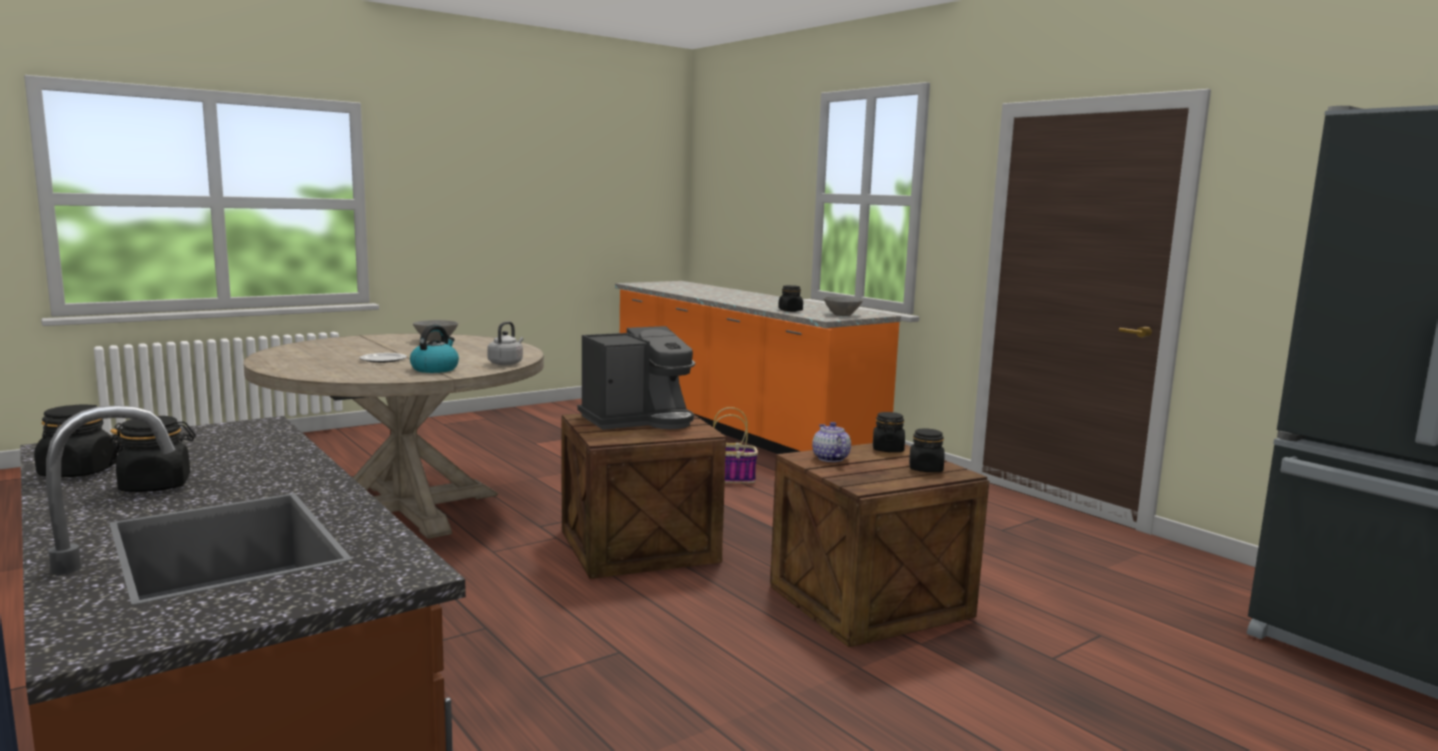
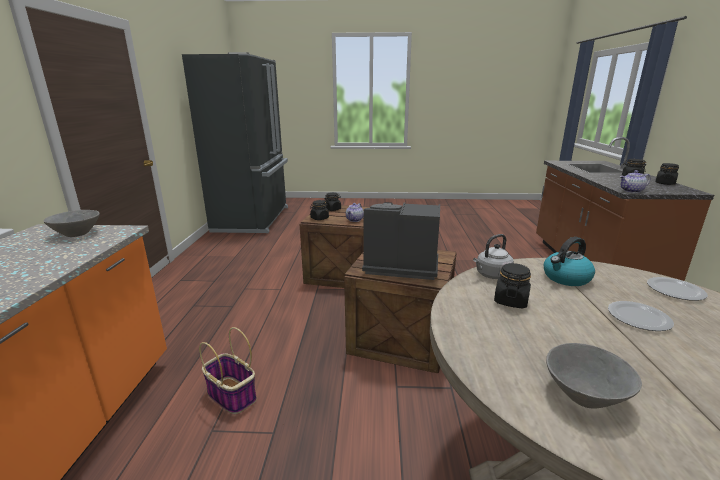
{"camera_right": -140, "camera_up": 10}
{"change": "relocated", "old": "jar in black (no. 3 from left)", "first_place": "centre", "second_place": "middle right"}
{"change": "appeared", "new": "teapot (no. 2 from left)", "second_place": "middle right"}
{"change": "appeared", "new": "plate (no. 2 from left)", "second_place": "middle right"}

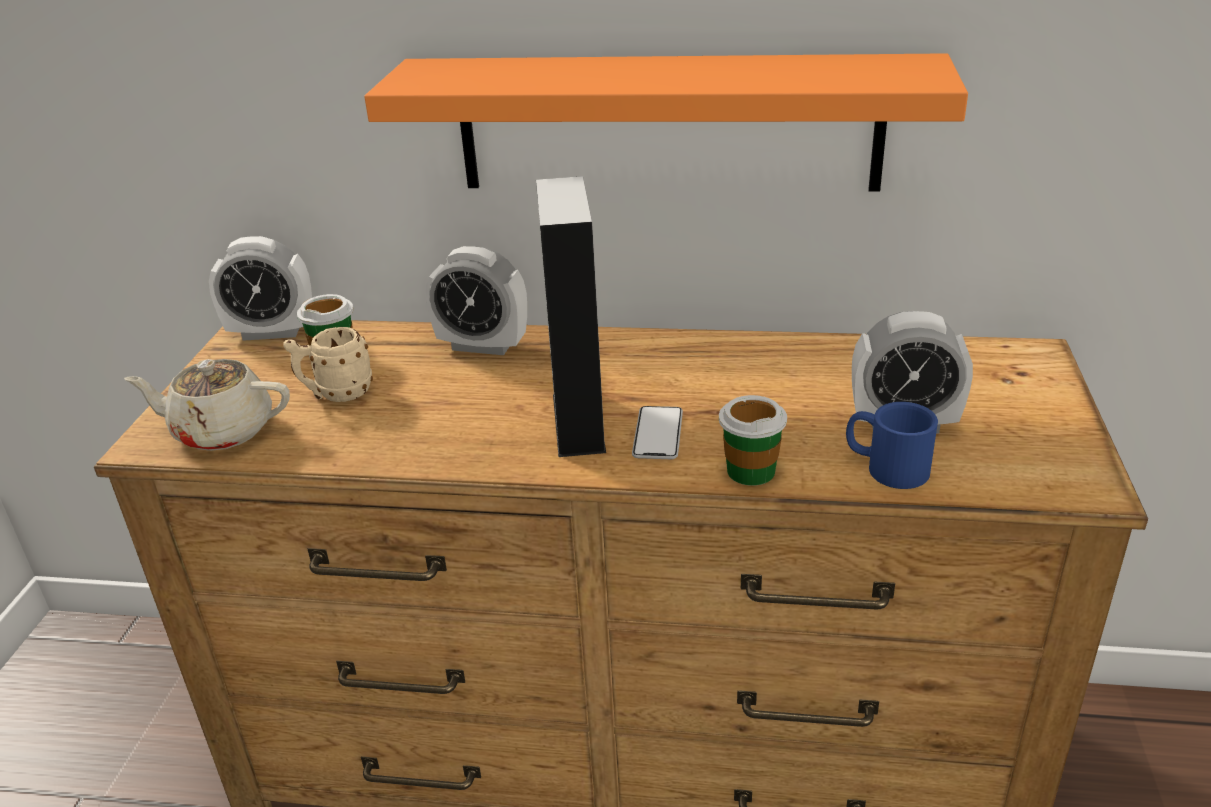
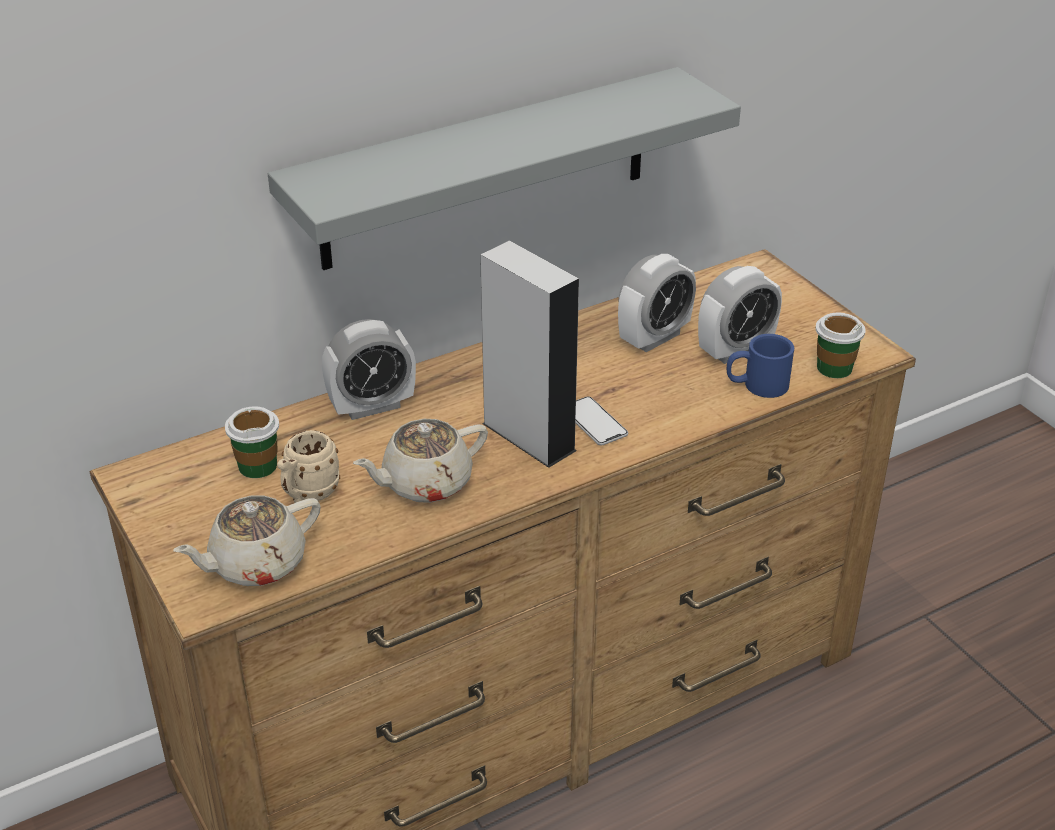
{"camera_right": -40, "camera_up": 5}
{"change": "relocated", "old": "alarm clock (no. 1 from left in the first image)", "new": "alarm clock (no. 2 from left)", "first_place": "middle left", "second_place": "centre"}
{"change": "colour", "old": "shelf in orange", "new": "shelf in grey", "first_place": "top centre", "second_place": "top centre"}
{"change": "relocated", "old": "cup (no. 2 from left)", "first_place": "centre", "second_place": "middle right"}
{"change": "appeared", "new": "teapot in beige (no. 2 from left)", "second_place": "centre"}

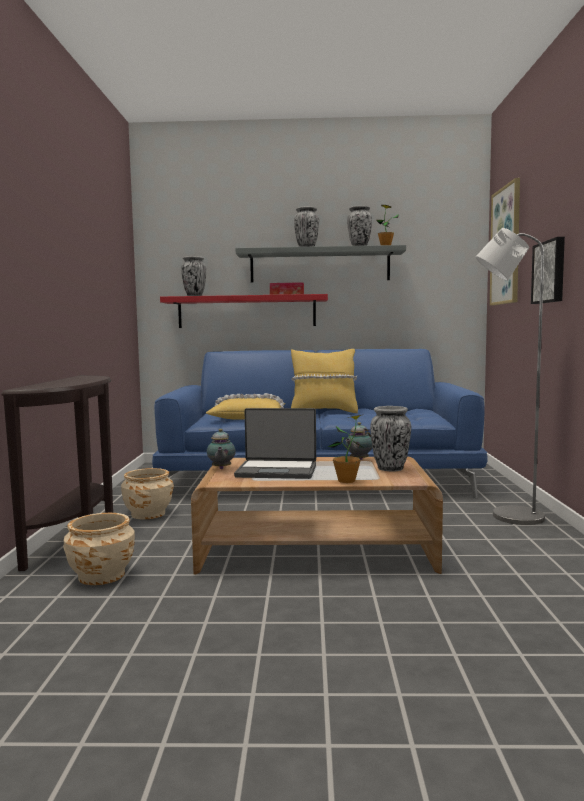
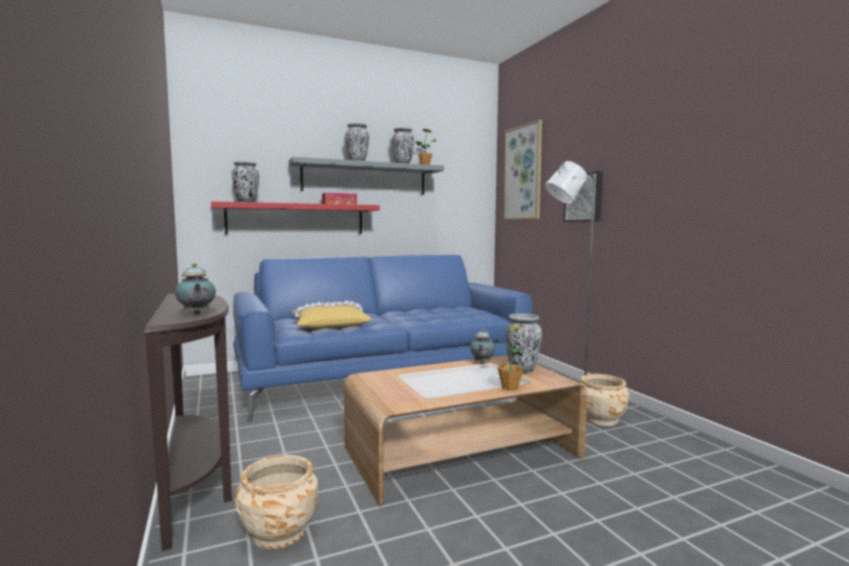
{"camera_right": -25, "camera_up": 0}
{"change": "relocated", "old": "planter in beige (no. 2 from left)", "first_place": "middle left", "second_place": "bottom right"}
{"change": "relocated", "old": "teapot (no. 1 from left)", "first_place": "centre", "second_place": "middle left"}
{"change": "missing", "old": "laptop", "first_place": "centre"}
{"change": "missing", "old": "pillow in yellow (no. 2 from left)", "first_place": "centre"}

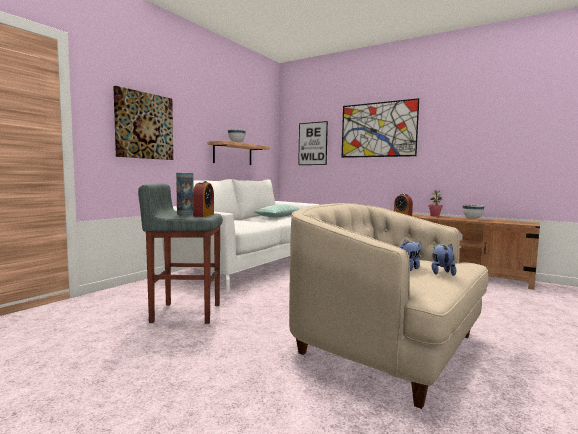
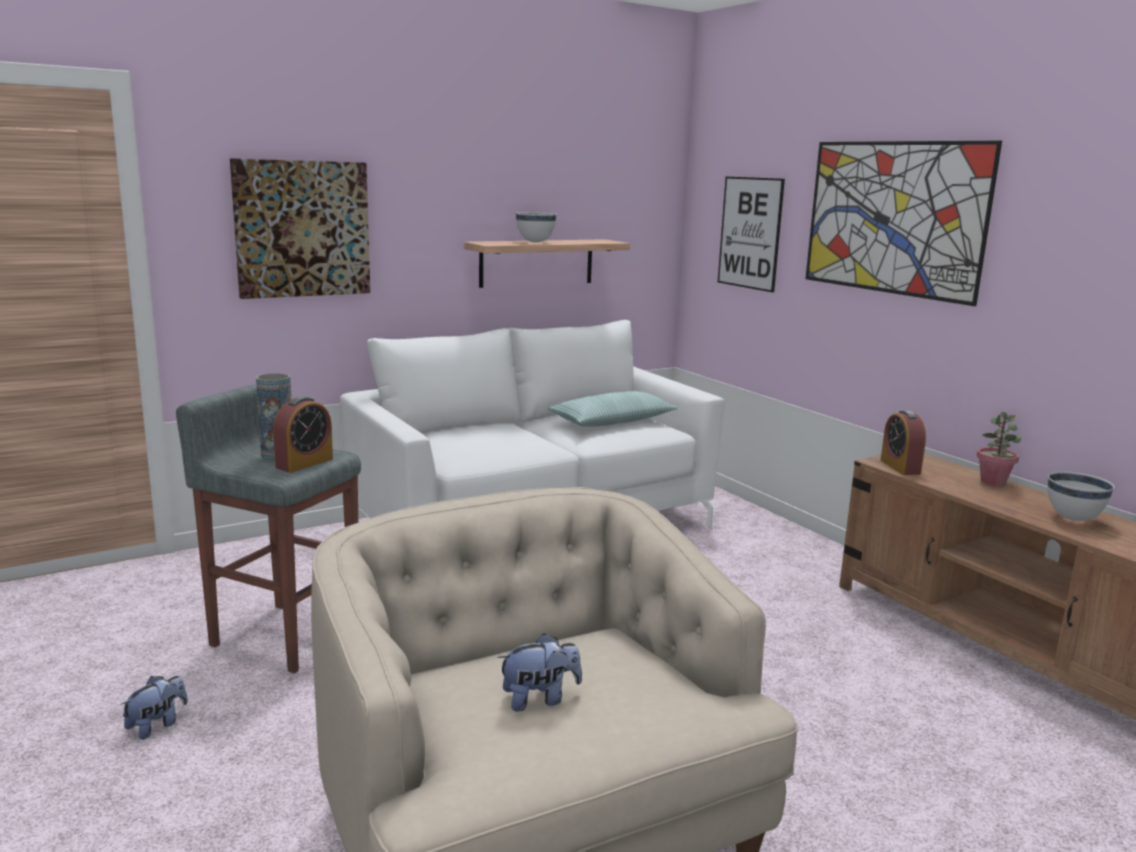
{"camera_right": 25, "camera_up": 10}
{"change": "relocated", "old": "plush toy (no. 2 from left in the first image)", "new": "plush toy (no. 1 from left)", "first_place": "middle right", "second_place": "bottom left"}

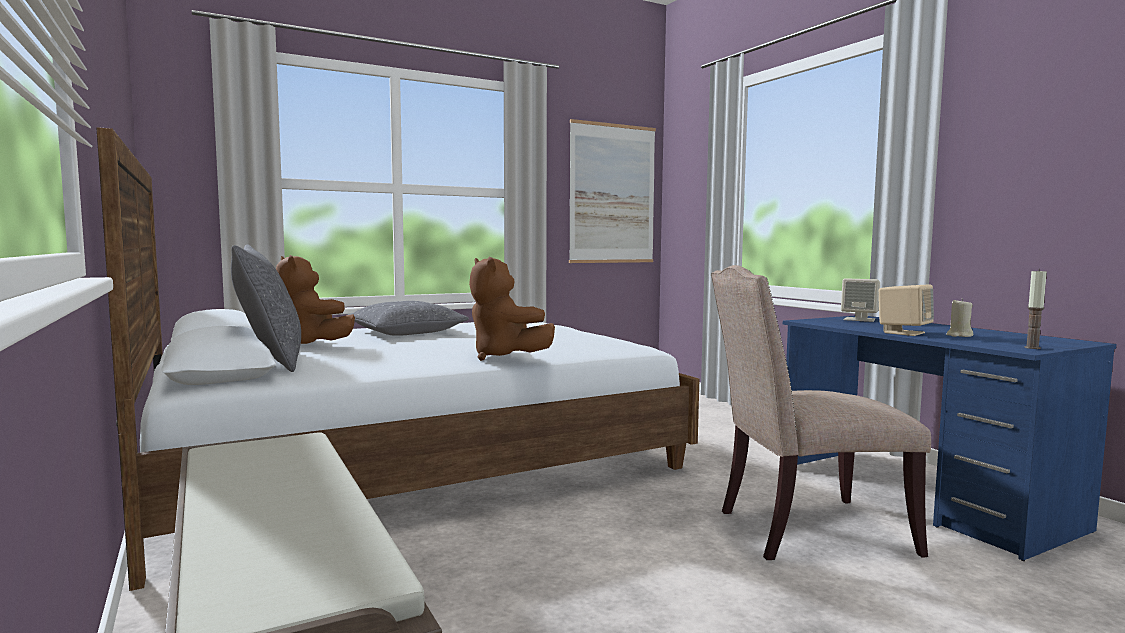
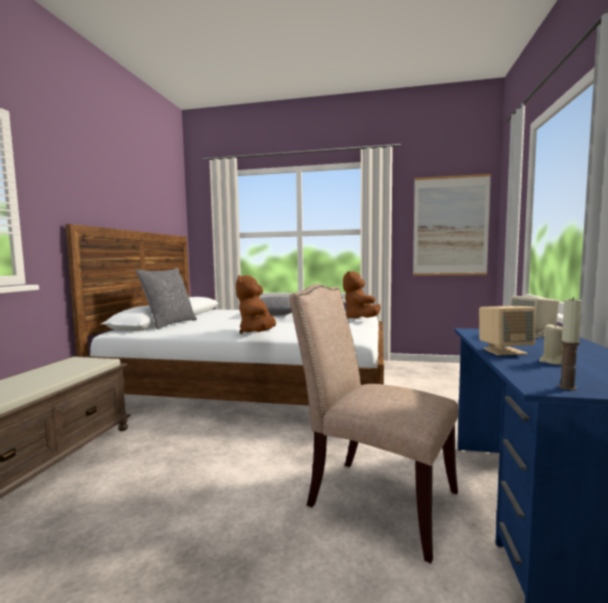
{"camera_right": 40, "camera_up": 0}
{"change": "relocated", "old": "plush toy in brown (no. 1 from left in the first image)", "new": "plush toy in brown (no. 2 from left)", "first_place": "middle left", "second_place": "centre"}

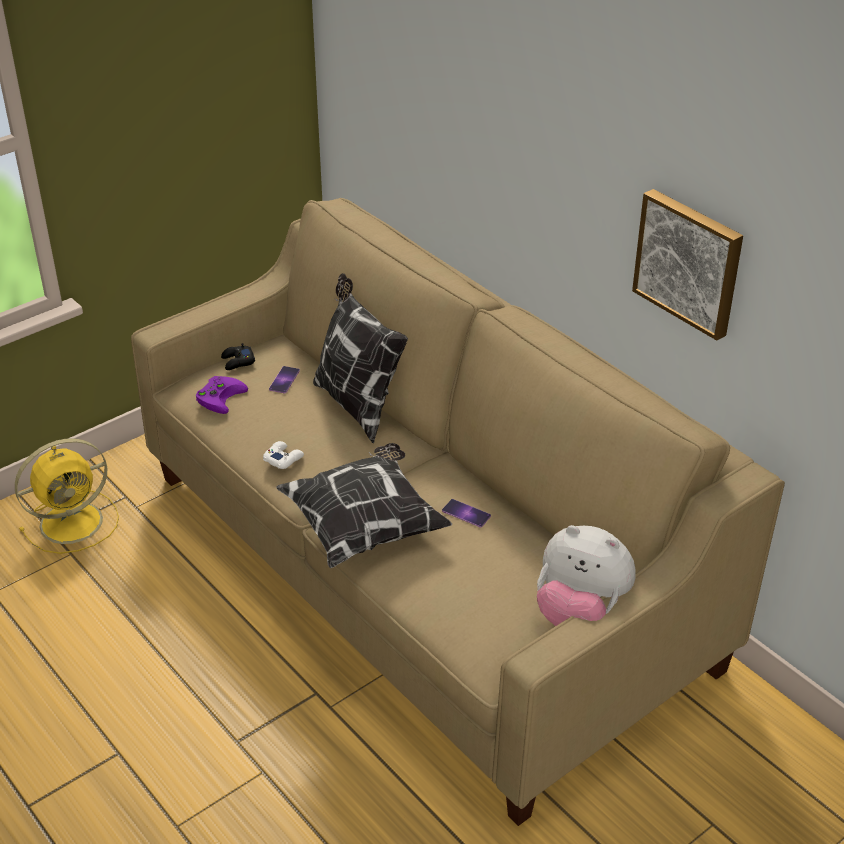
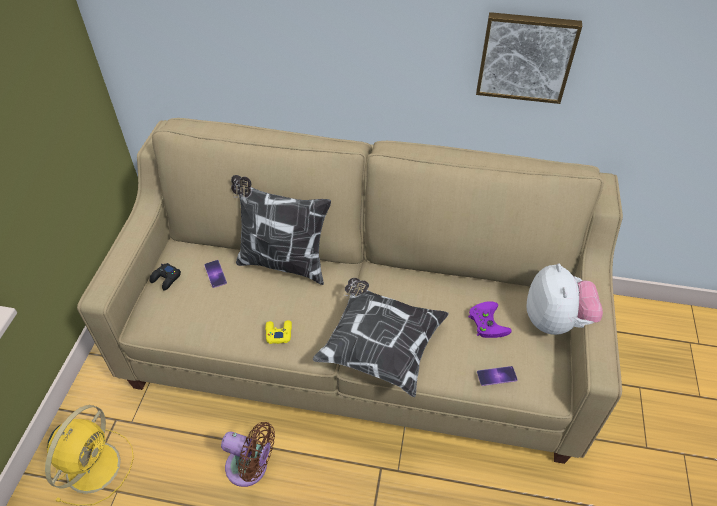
{"camera_right": -40, "camera_up": 10}
{"change": "relocated", "old": "game controller in purple", "first_place": "middle left", "second_place": "middle right"}
{"change": "colour", "old": "game controller in white", "new": "game controller in yellow", "first_place": "centre", "second_place": "centre"}
{"change": "relocated", "old": "phone (no. 2 from left)", "first_place": "centre", "second_place": "bottom right"}
{"change": "spun", "old": "plush toy", "first_place": "bottom right", "second_place": "middle right", "degrees": -75}
{"change": "appeared", "new": "fan in brown", "second_place": "bottom centre"}

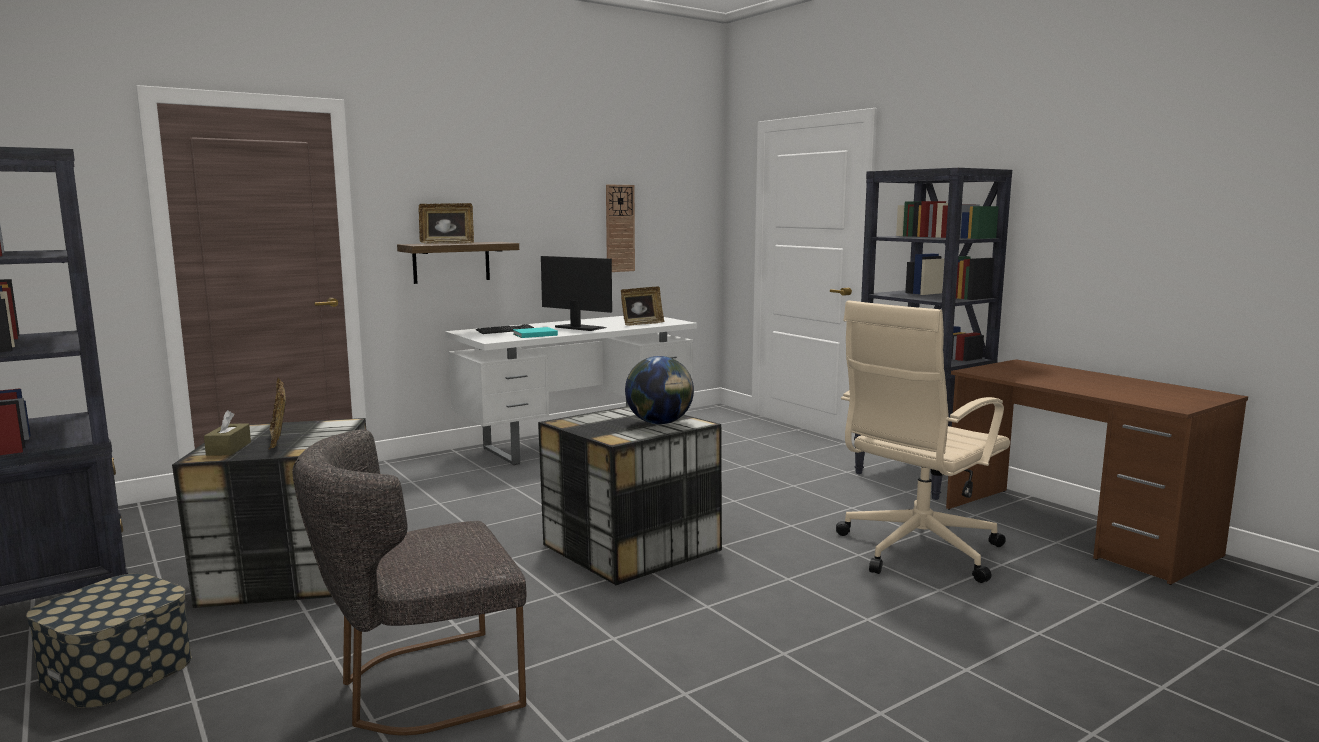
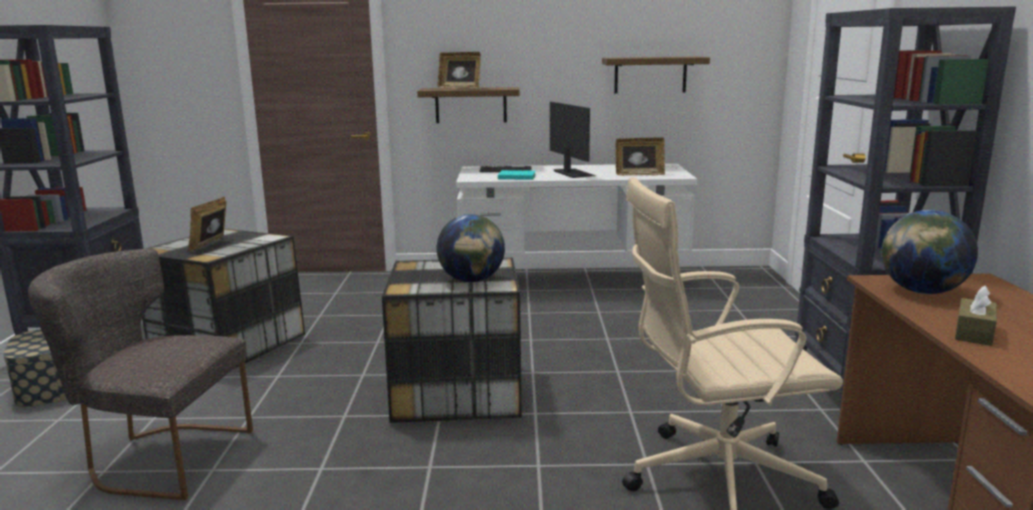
{"camera_right": 35, "camera_up": 5}
{"change": "relocated", "old": "tissue box in brown", "first_place": "middle left", "second_place": "middle right"}
{"change": "exchanged", "old": "wall clock", "new": "shelf (no. 2 from left)", "first_place": "top centre", "second_place": "top centre"}
{"change": "appeared", "new": "globe (no. 2 from left)", "second_place": "middle right"}

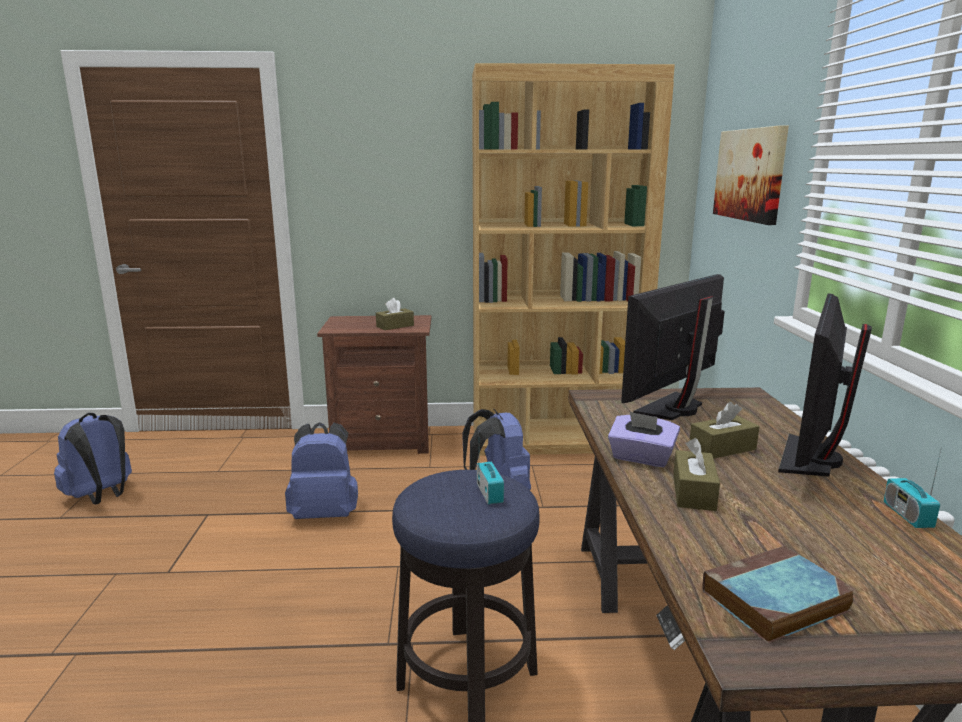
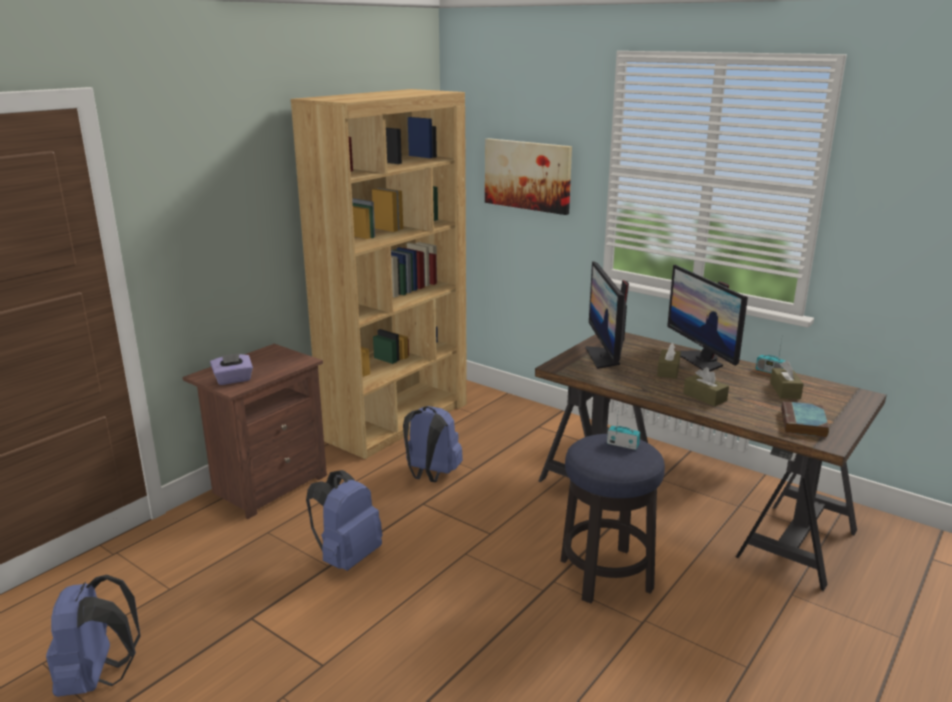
{"camera_right": -50, "camera_up": 5}
{"change": "relocated", "old": "tissue box in brown (no. 1 from left in the first image)", "new": "tissue box in brown (no. 3 from left)", "first_place": "centre", "second_place": "middle right"}
{"change": "relocated", "old": "tissue box in purple", "first_place": "middle right", "second_place": "middle left"}

